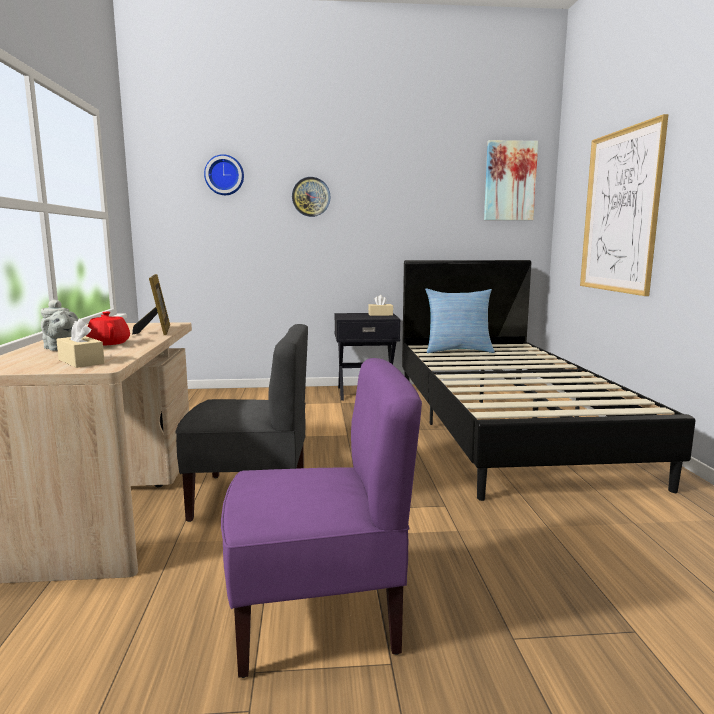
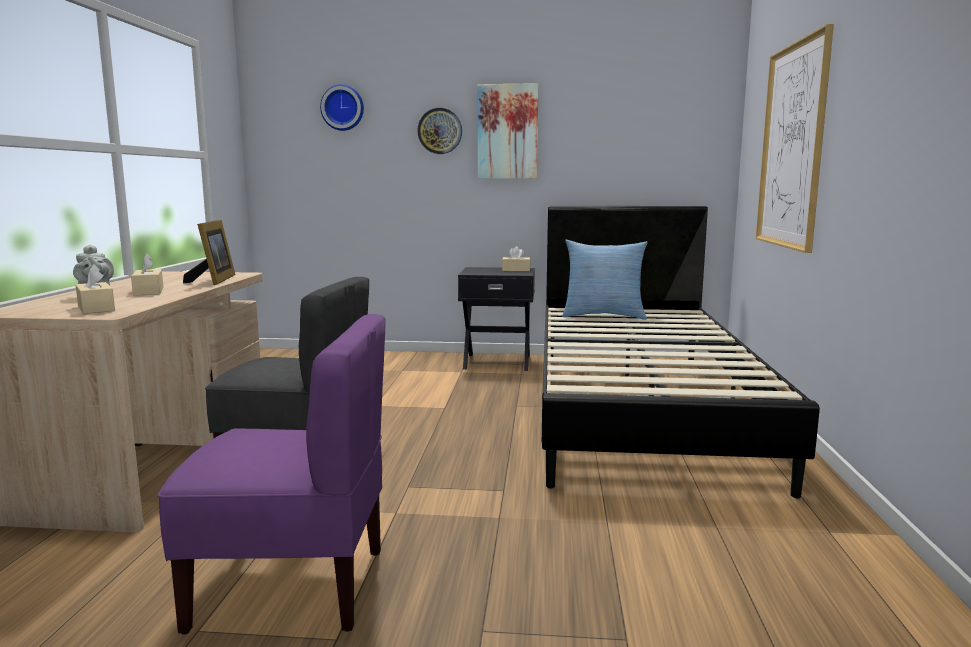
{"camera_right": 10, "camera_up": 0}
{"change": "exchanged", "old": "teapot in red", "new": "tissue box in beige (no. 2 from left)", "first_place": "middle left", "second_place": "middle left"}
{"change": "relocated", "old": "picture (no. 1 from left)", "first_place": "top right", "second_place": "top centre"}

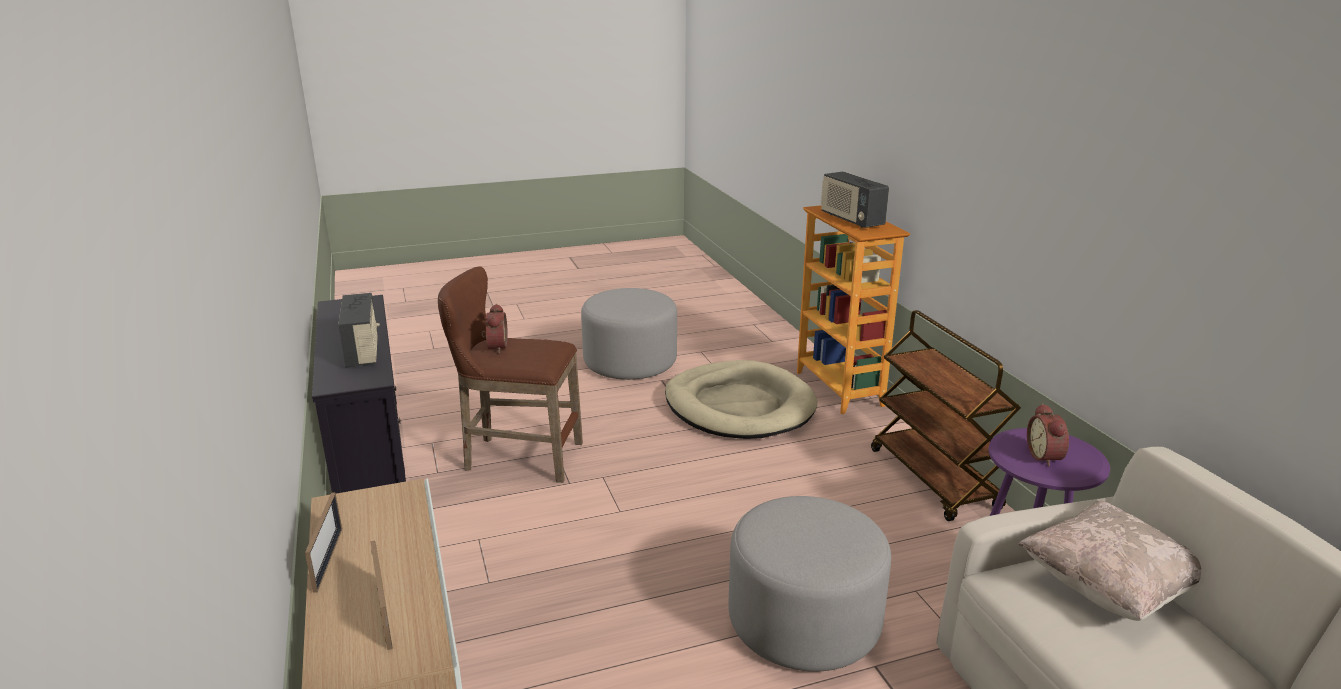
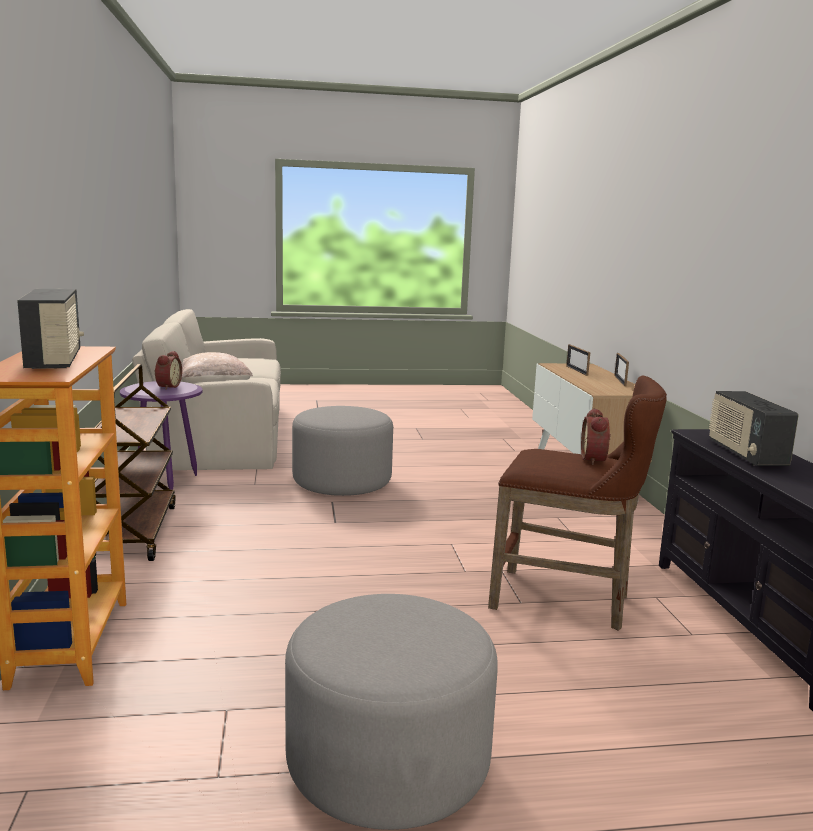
{"camera_right": -170, "camera_up": -10}
{"change": "missing", "old": "dog bed in beige", "first_place": "centre"}

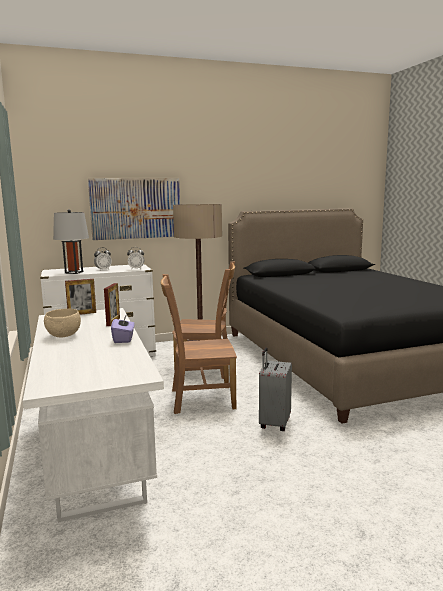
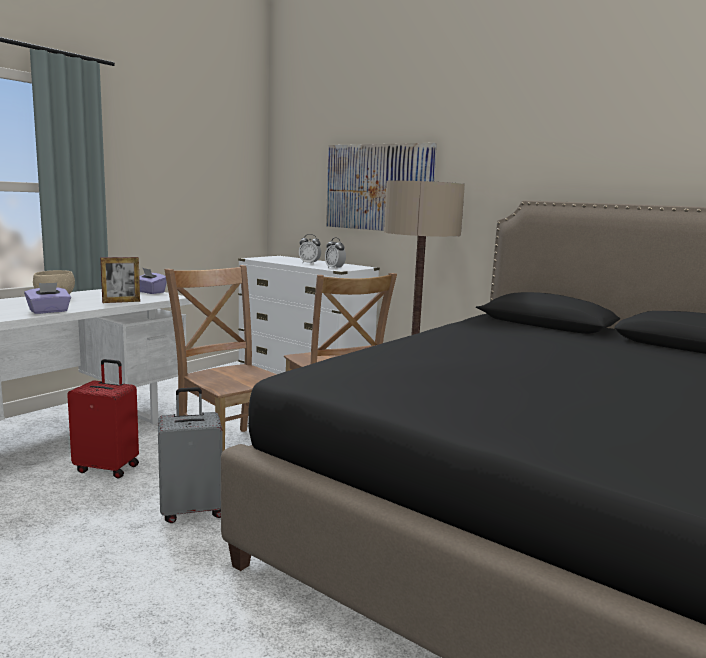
{"camera_right": 55, "camera_up": 0}
{"change": "missing", "old": "table lamp in grey", "first_place": "middle left"}
{"change": "exchanged", "old": "picture frame (no. 1 from left)", "new": "tissue box in purple (no. 2 from left)", "first_place": "middle left", "second_place": "middle left"}
{"change": "appeared", "new": "suitcase in red", "second_place": "middle left"}

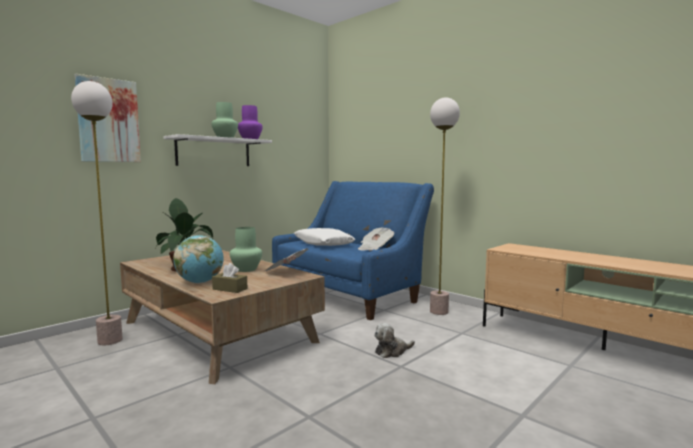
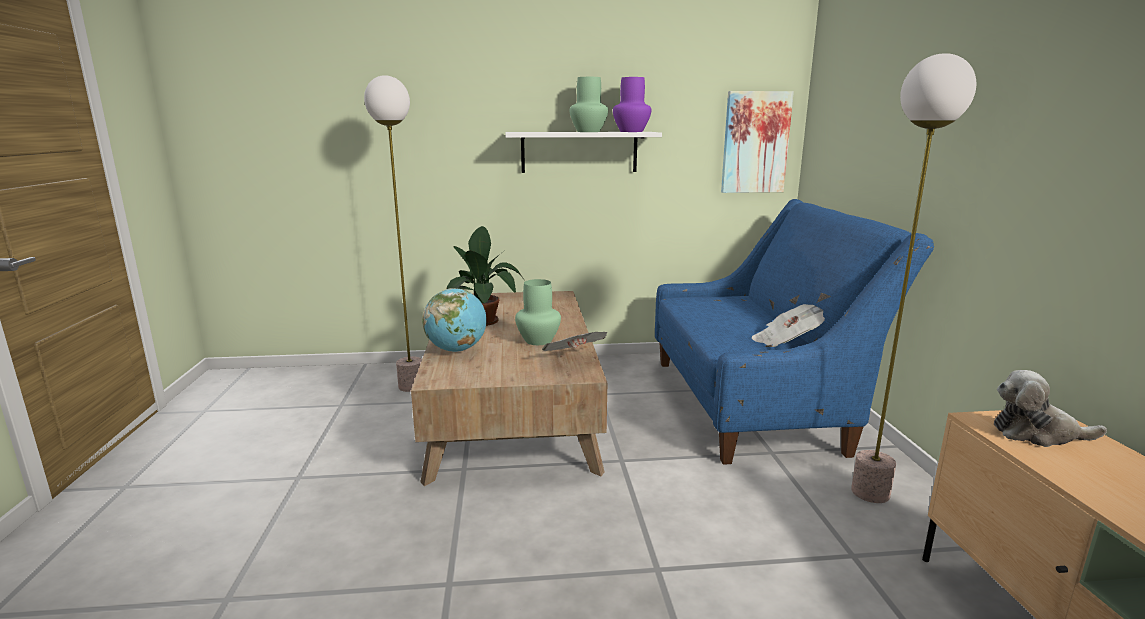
{"camera_right": 40, "camera_up": 10}
{"change": "relocated", "old": "picture", "first_place": "top left", "second_place": "top centre"}
{"change": "missing", "old": "tissue box in brown", "first_place": "middle left"}
{"change": "missing", "old": "pillow in white", "first_place": "centre"}
{"change": "relocated", "old": "plush toy", "first_place": "bottom centre", "second_place": "middle right"}

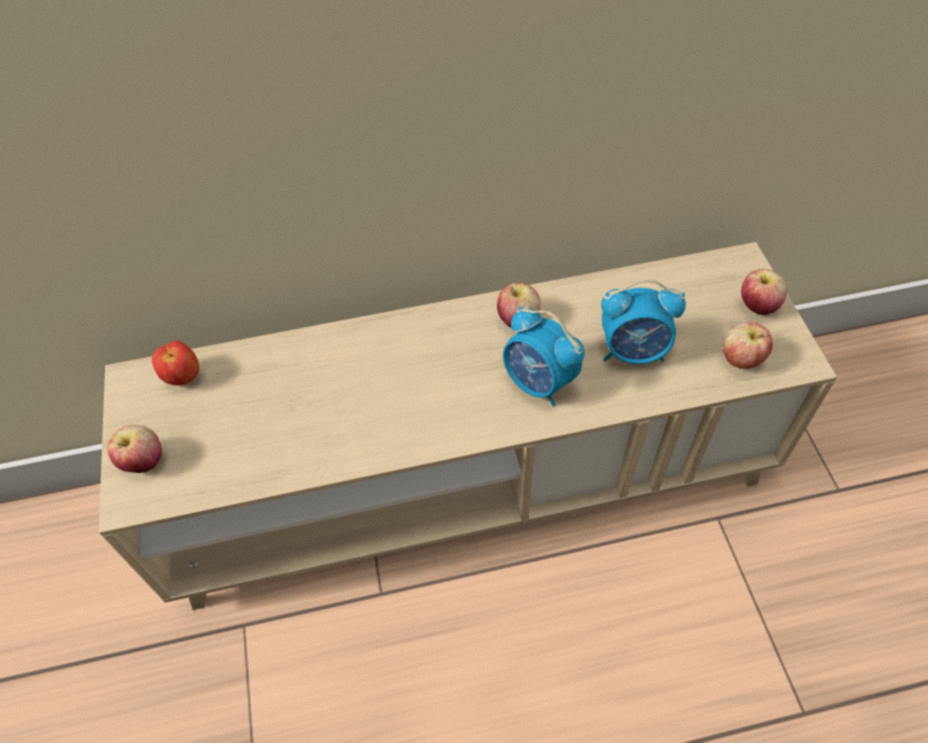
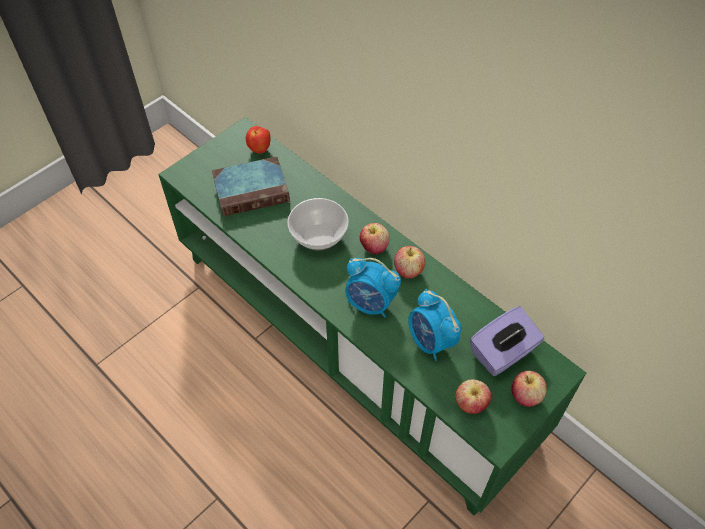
{"camera_right": 55, "camera_up": 0}
{"change": "colour", "old": "tv stand in beige", "new": "tv stand in green", "first_place": "centre", "second_place": "centre"}
{"change": "relocated", "old": "apple (no. 1 from left in the first image)", "new": "apple (no. 2 from left)", "first_place": "middle left", "second_place": "centre"}
{"change": "spun", "old": "alarm clock (no. 1 from left)", "first_place": "centre", "second_place": "centre", "degrees": -75}
{"change": "appeared", "new": "book", "second_place": "centre"}
{"change": "appeared", "new": "bowl", "second_place": "centre"}
{"change": "appeared", "new": "tissue box in purple", "second_place": "middle right"}

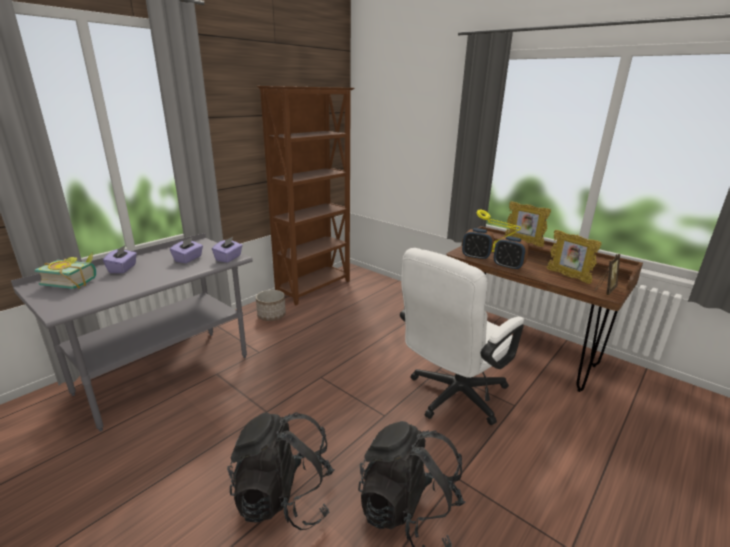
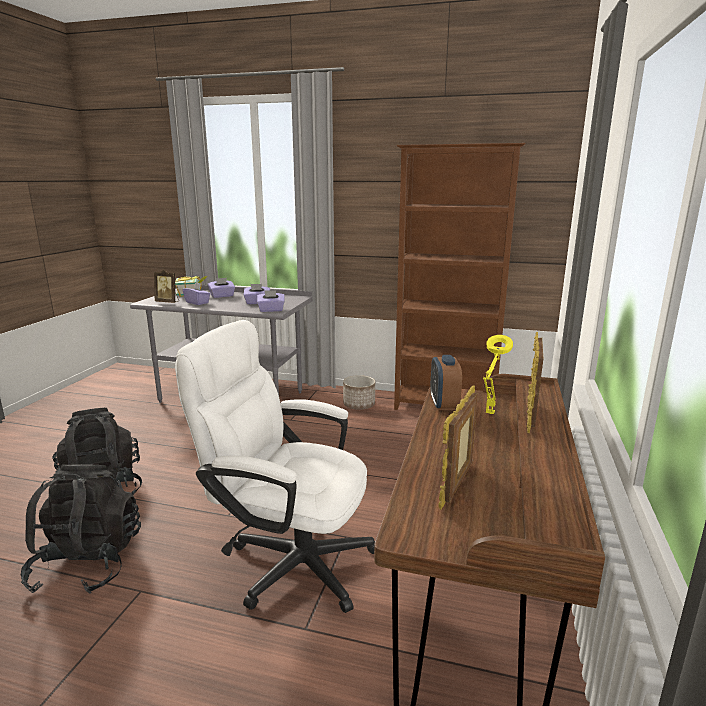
{"camera_right": 65, "camera_up": -5}
{"change": "missing", "old": "alarm clock (no. 2 from left)", "first_place": "middle right"}
{"change": "relocated", "old": "picture frame (no. 3 from left in the first image)", "new": "picture frame (no. 1 from left)", "first_place": "middle right", "second_place": "middle left"}
{"change": "appeared", "new": "tissue box in purple (no. 1 from left)", "second_place": "middle left"}

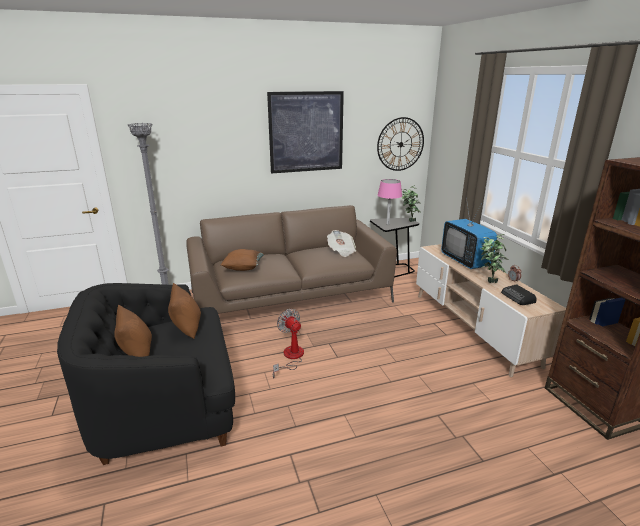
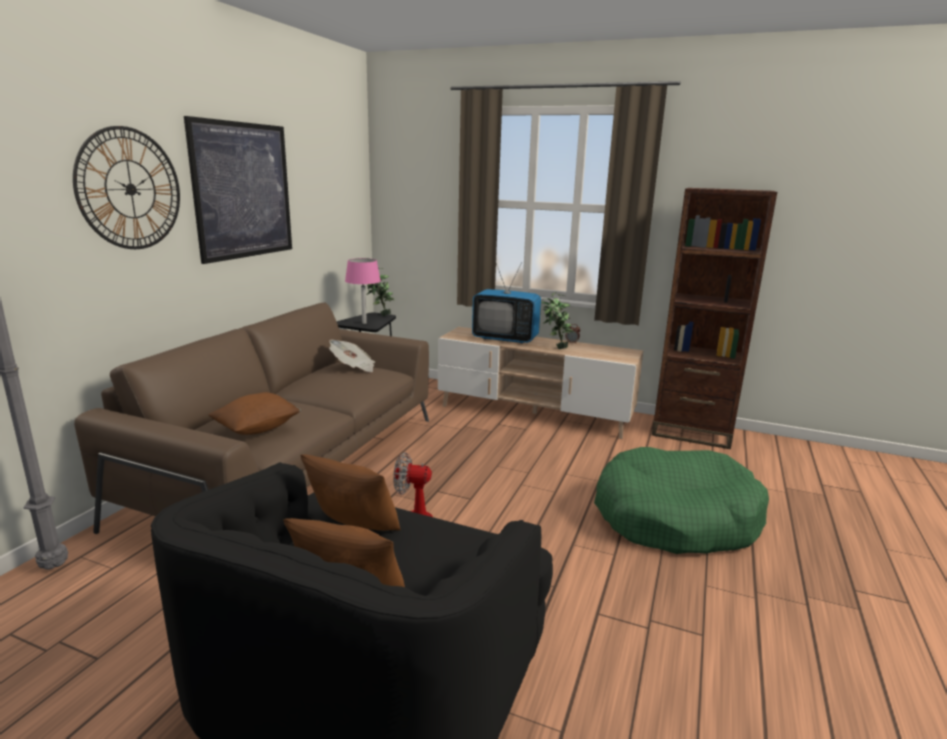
{"camera_right": -50, "camera_up": -5}
{"change": "relocated", "old": "wall clock", "first_place": "top centre", "second_place": "top left"}
{"change": "missing", "old": "radio", "first_place": "middle right"}
{"change": "appeared", "new": "dog bed in green", "second_place": "bottom right"}

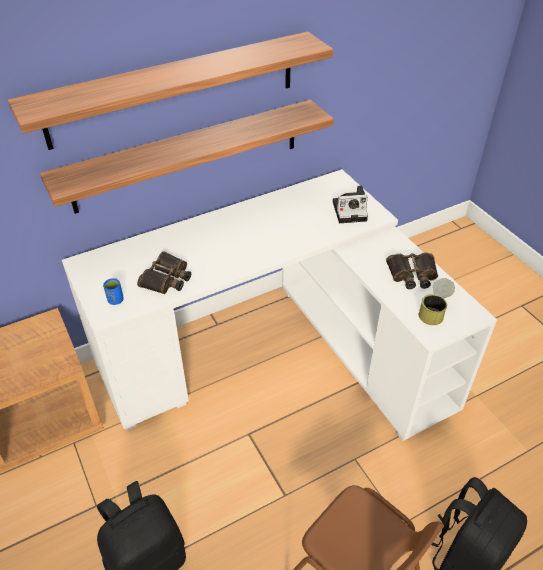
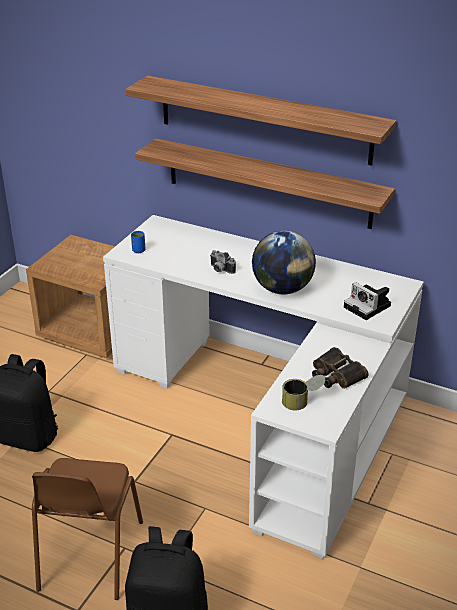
{"camera_right": 55, "camera_up": -10}
{"change": "missing", "old": "binoculars (no. 1 from left)", "first_place": "middle left"}
{"change": "appeared", "new": "photo camera (no. 1 from left)", "second_place": "centre"}
{"change": "appeared", "new": "globe", "second_place": "centre"}

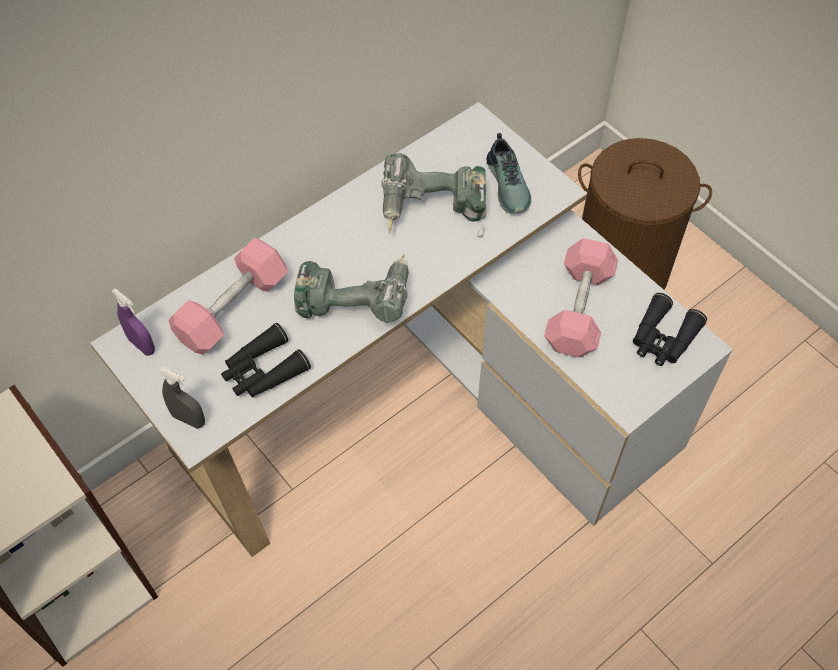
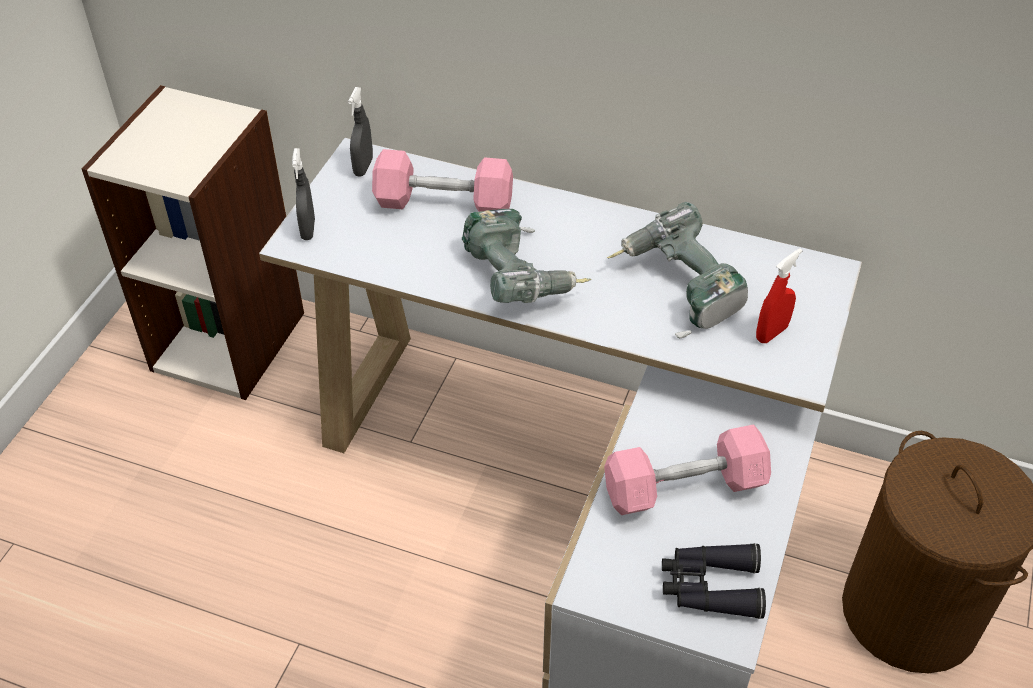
{"camera_right": 60, "camera_up": -10}
{"change": "colour", "old": "spray bottle in purple", "new": "spray bottle in grey (no. 2 from left)", "first_place": "middle left", "second_place": "top centre"}
{"change": "missing", "old": "binoculars in black (no. 1 from left)", "first_place": "middle left"}
{"change": "exchanged", "old": "shoe", "new": "spray bottle in red", "first_place": "top centre", "second_place": "middle right"}

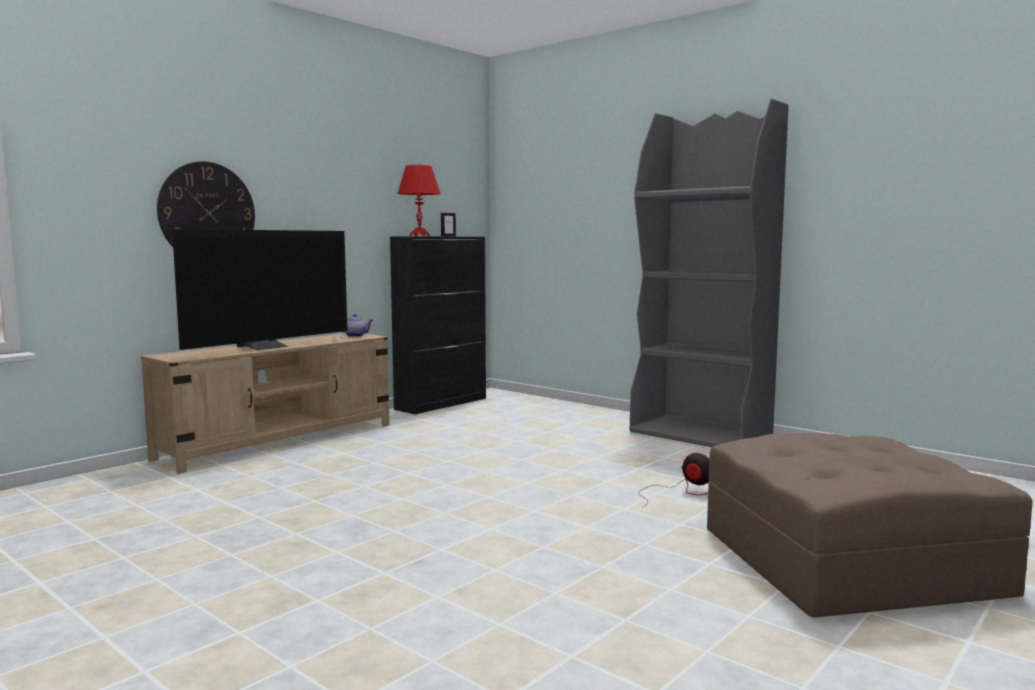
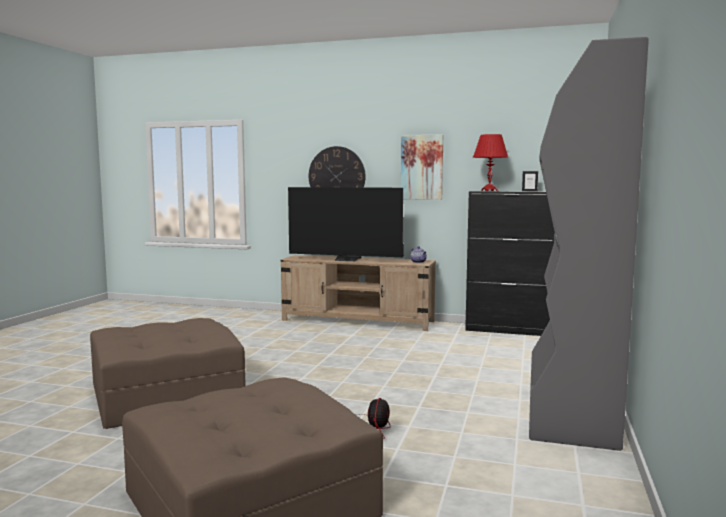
{"camera_right": 65, "camera_up": 0}
{"change": "appeared", "new": "ottoman in brown (no. 1 from left)", "second_place": "bottom left"}
{"change": "appeared", "new": "picture", "second_place": "top centre"}

